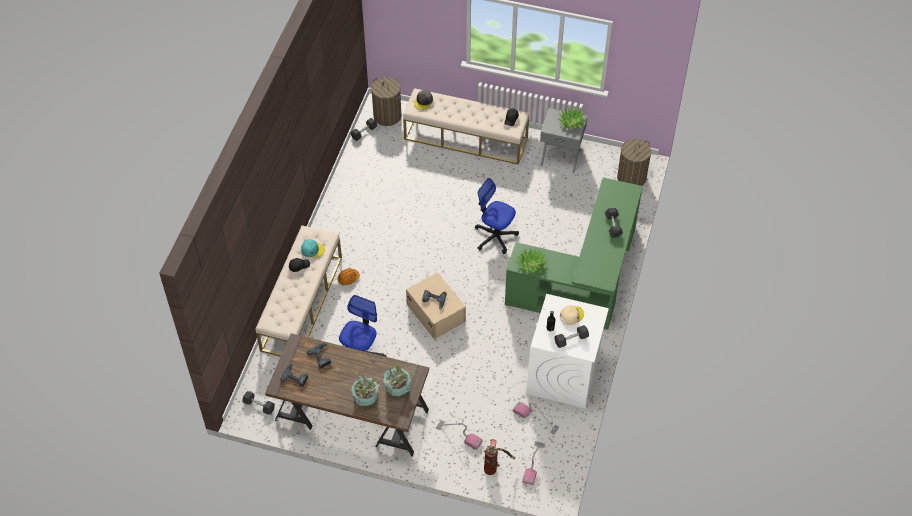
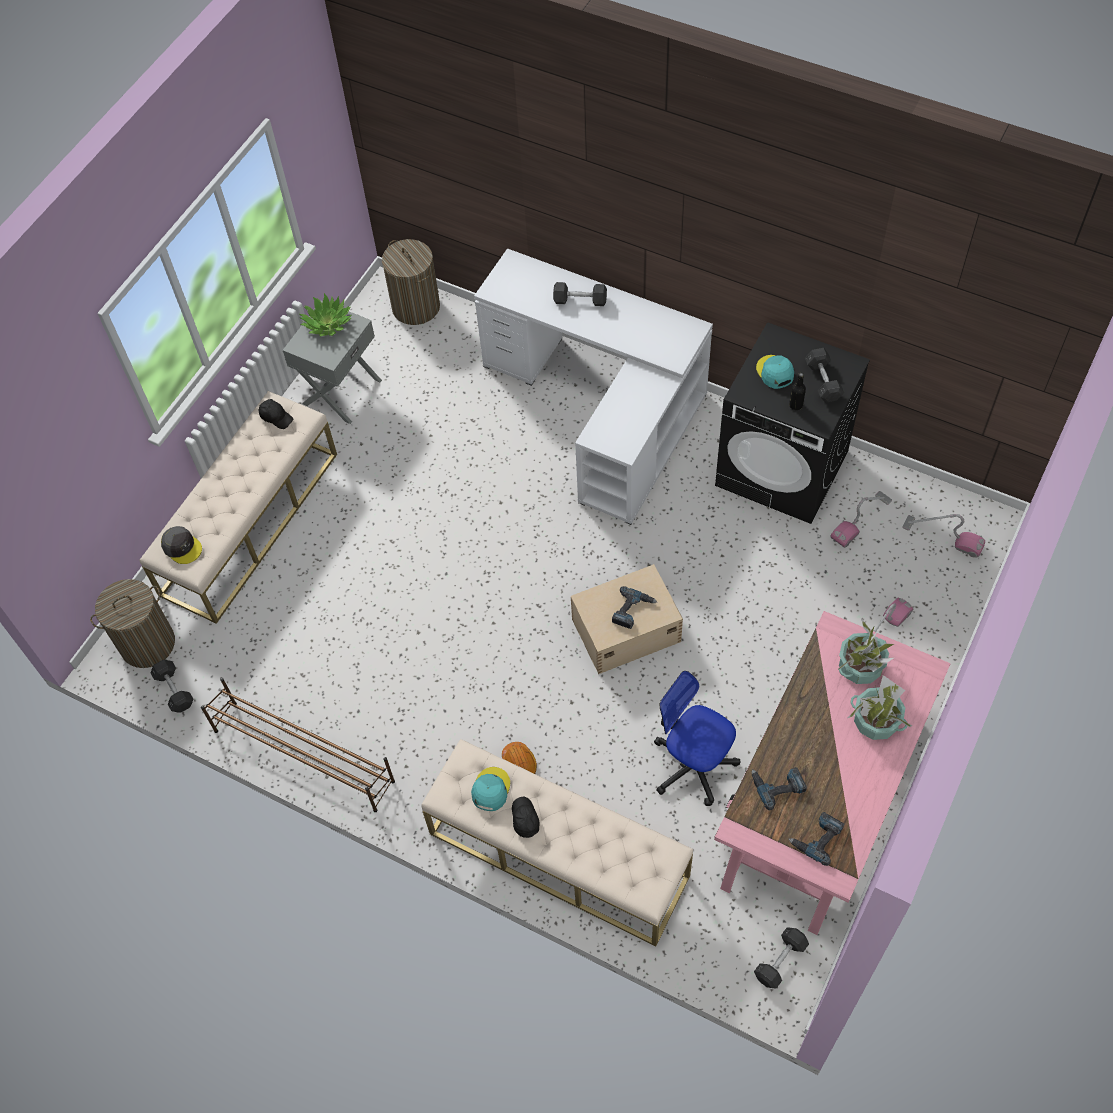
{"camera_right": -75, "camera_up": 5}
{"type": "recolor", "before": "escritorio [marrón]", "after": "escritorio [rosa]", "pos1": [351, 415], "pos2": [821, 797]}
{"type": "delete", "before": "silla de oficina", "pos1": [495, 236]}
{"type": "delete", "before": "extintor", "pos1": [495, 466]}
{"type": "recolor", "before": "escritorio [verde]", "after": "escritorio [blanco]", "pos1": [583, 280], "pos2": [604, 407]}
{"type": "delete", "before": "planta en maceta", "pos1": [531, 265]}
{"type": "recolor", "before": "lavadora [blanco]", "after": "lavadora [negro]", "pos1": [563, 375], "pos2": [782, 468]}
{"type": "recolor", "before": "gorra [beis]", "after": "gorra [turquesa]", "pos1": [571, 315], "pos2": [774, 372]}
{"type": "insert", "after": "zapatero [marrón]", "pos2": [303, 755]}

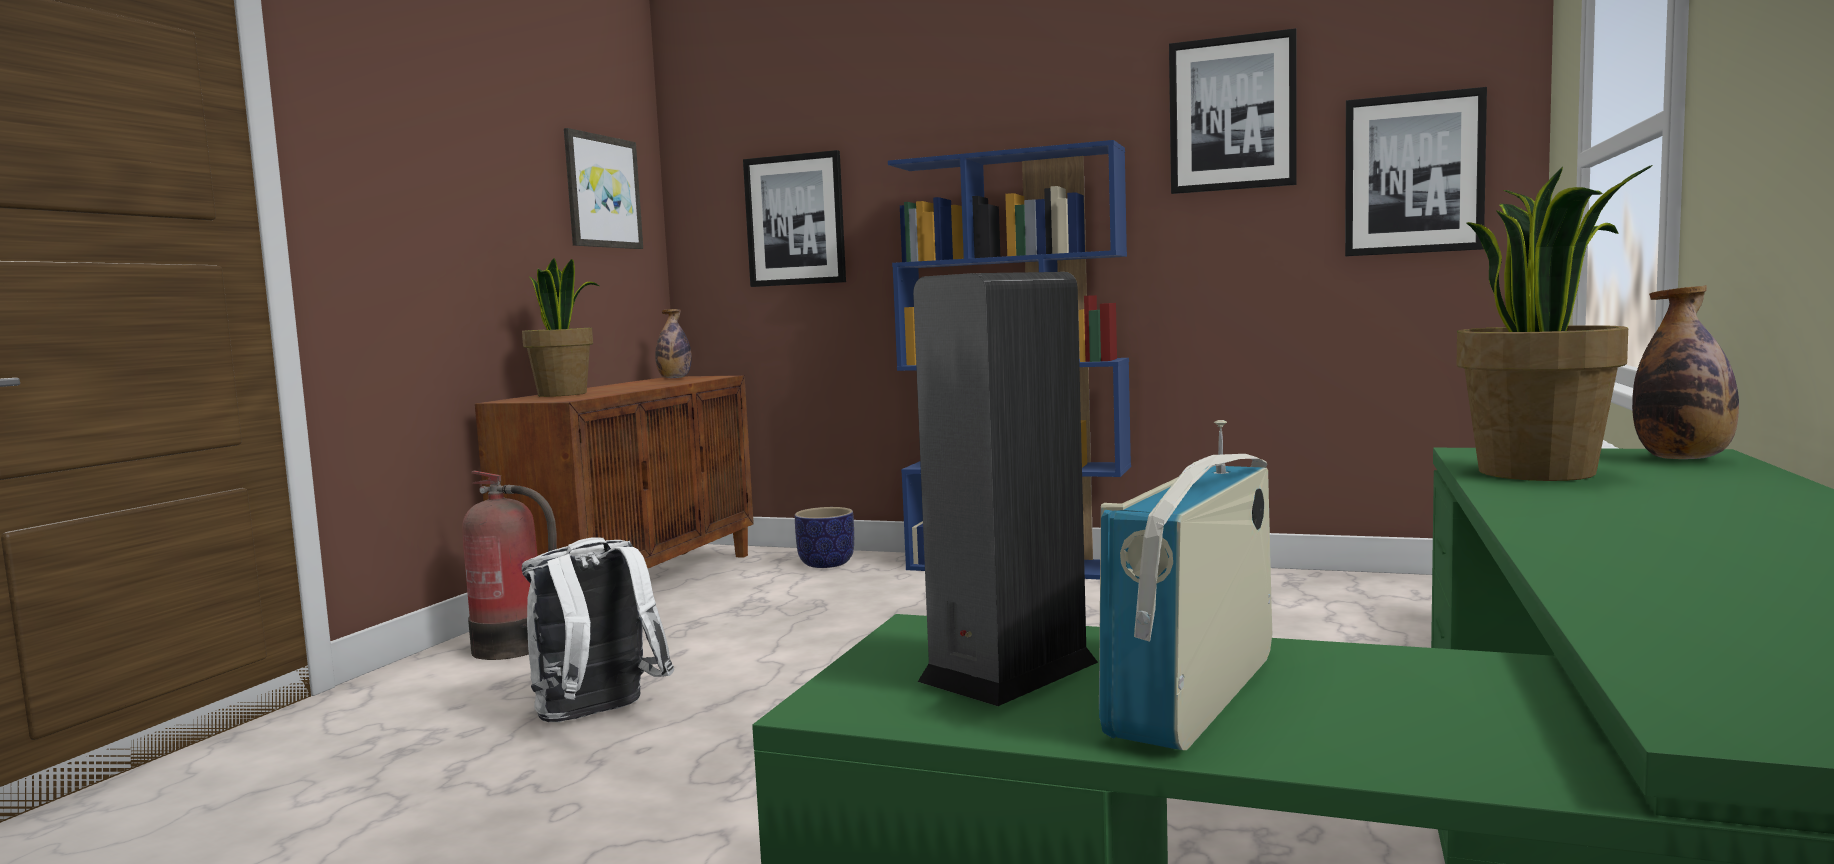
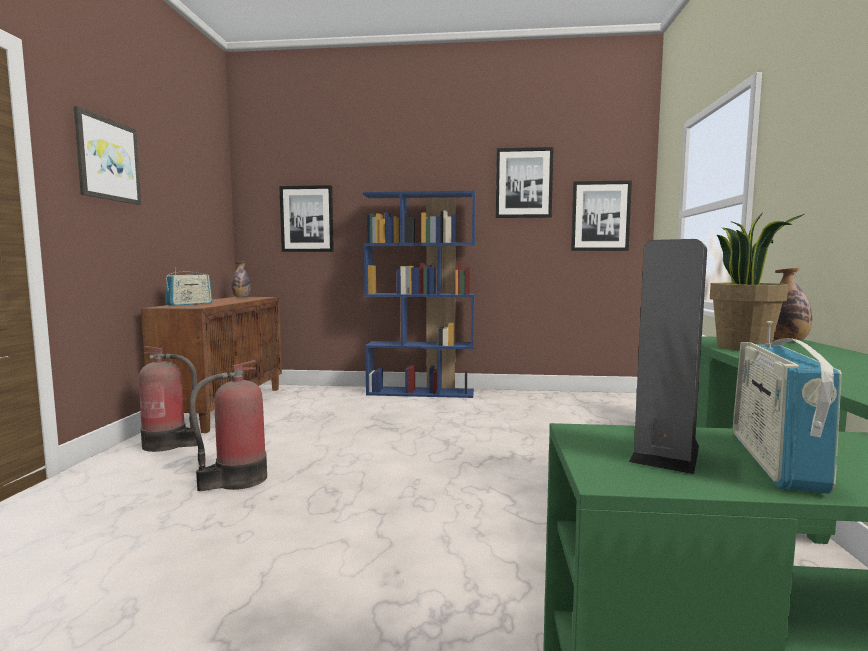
{"camera_right": -15, "camera_up": 0}
{"type": "replace", "before": "planta en maceta", "after": "radio", "pos1": [563, 394], "pos2": [190, 304]}
{"type": "replace", "before": "mochila [blanco]", "after": "extintor", "pos1": [597, 717], "pos2": [237, 480]}
{"type": "move", "before": "cuadro", "pos1": [602, 192], "pos2": [107, 160]}
{"type": "delete", "before": "maceta", "pos1": [826, 563]}

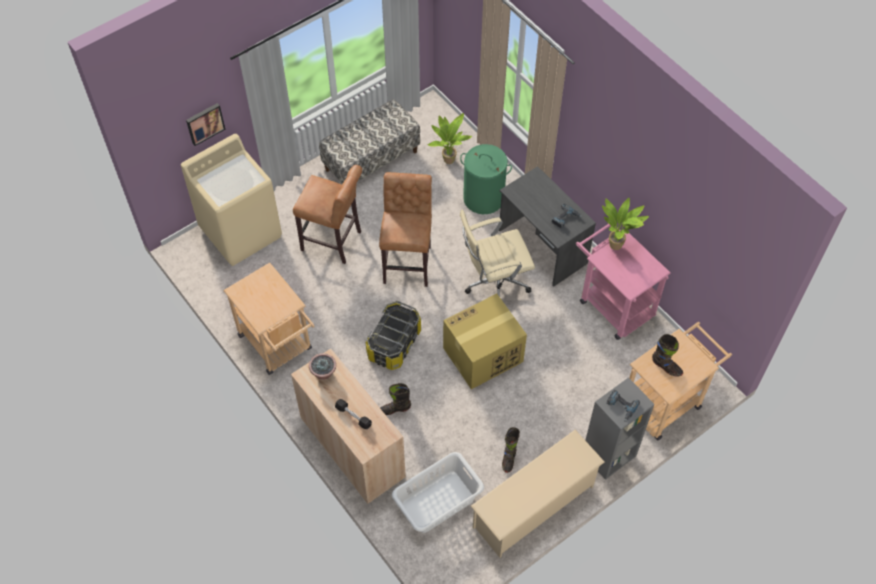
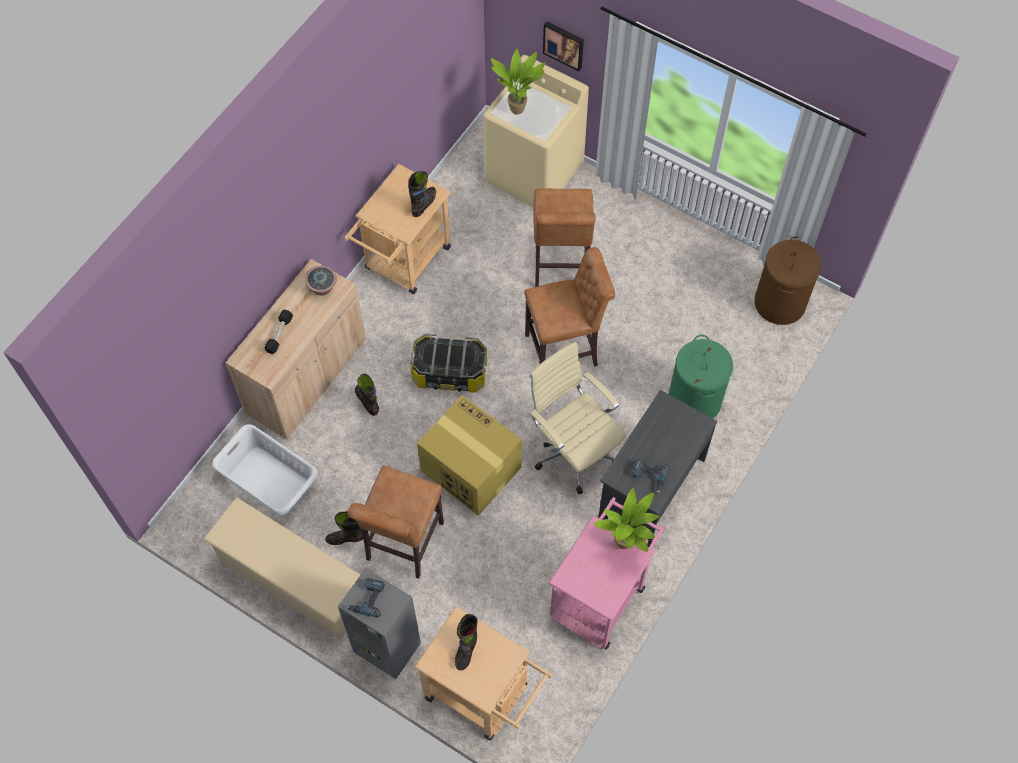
{"camera_right": 70, "camera_up": 5}
{"type": "delete", "before": "banco", "pos1": [371, 160]}
{"type": "move", "before": "planta en maceta", "pos1": [448, 159], "pos2": [518, 108]}
{"type": "insert", "after": "taburete [marrón]", "pos2": [402, 545]}
{"type": "insert", "after": "bota [negro]", "pos2": [424, 204]}
{"type": "insert", "after": "cesto de la ropa [marrón]", "pos2": [779, 302]}

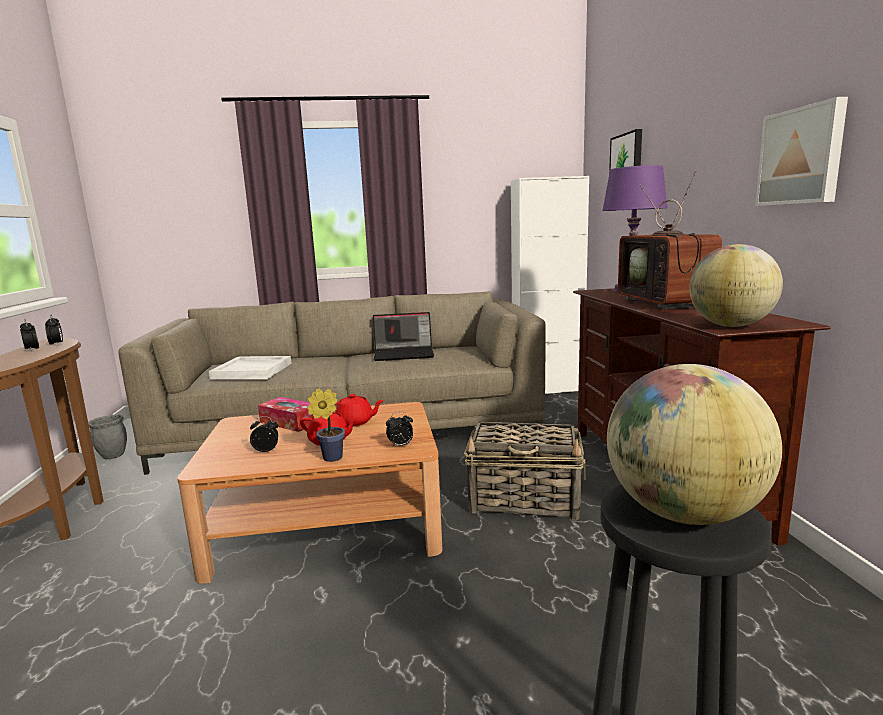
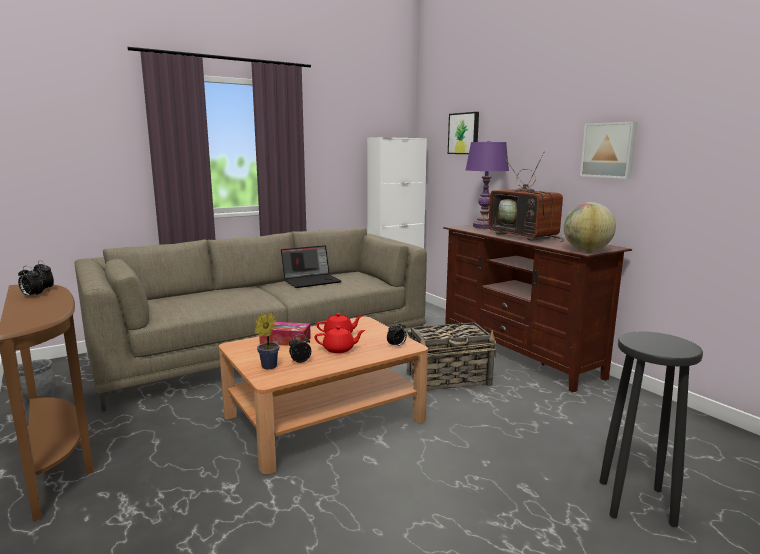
{"camera_right": -25, "camera_up": 0}
{"type": "delete", "before": "bandeja [blanco]", "pos1": [253, 370]}
{"type": "move", "before": "planta en maceta", "pos1": [330, 458], "pos2": [267, 367]}
{"type": "delete", "before": "globo terráqueo", "pos1": [683, 512]}

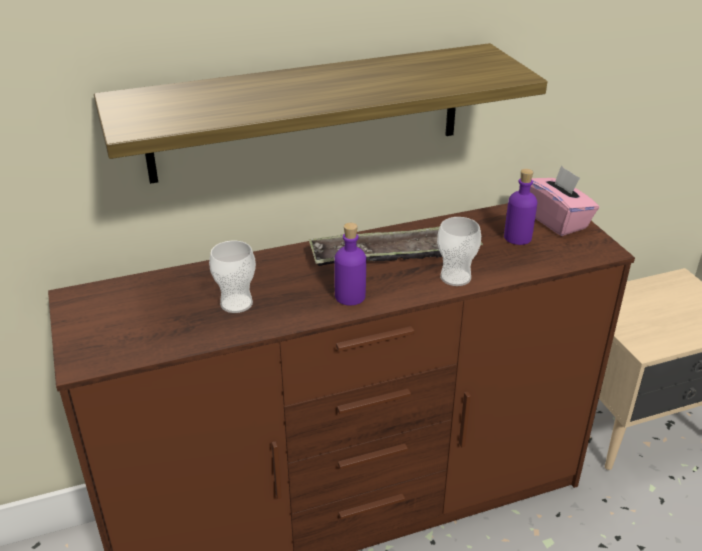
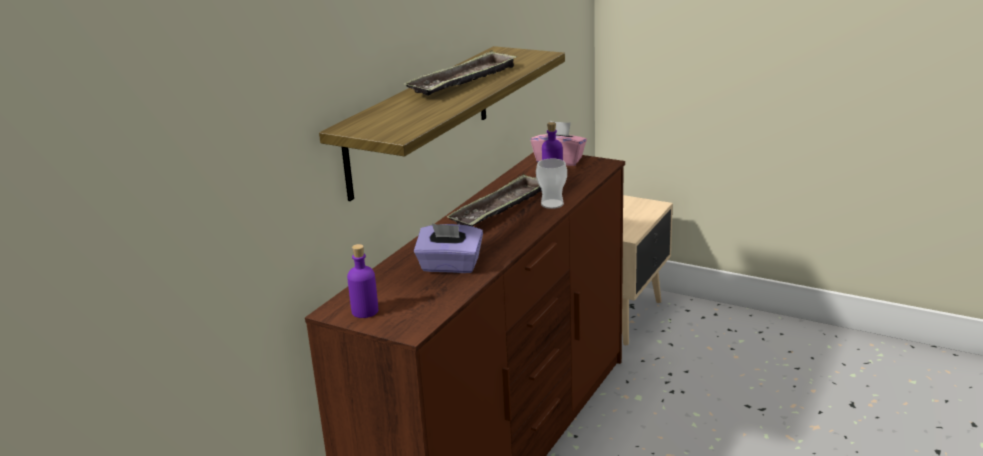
{"camera_right": -40, "camera_up": -10}
{"type": "replace", "before": "taza", "after": "caja de pañuelos [morado]", "pos1": [236, 303], "pos2": [450, 266]}
{"type": "move", "before": "botella [morado]", "pos1": [350, 296], "pos2": [365, 311]}
{"type": "insert", "after": "bandeja", "pos2": [463, 81]}

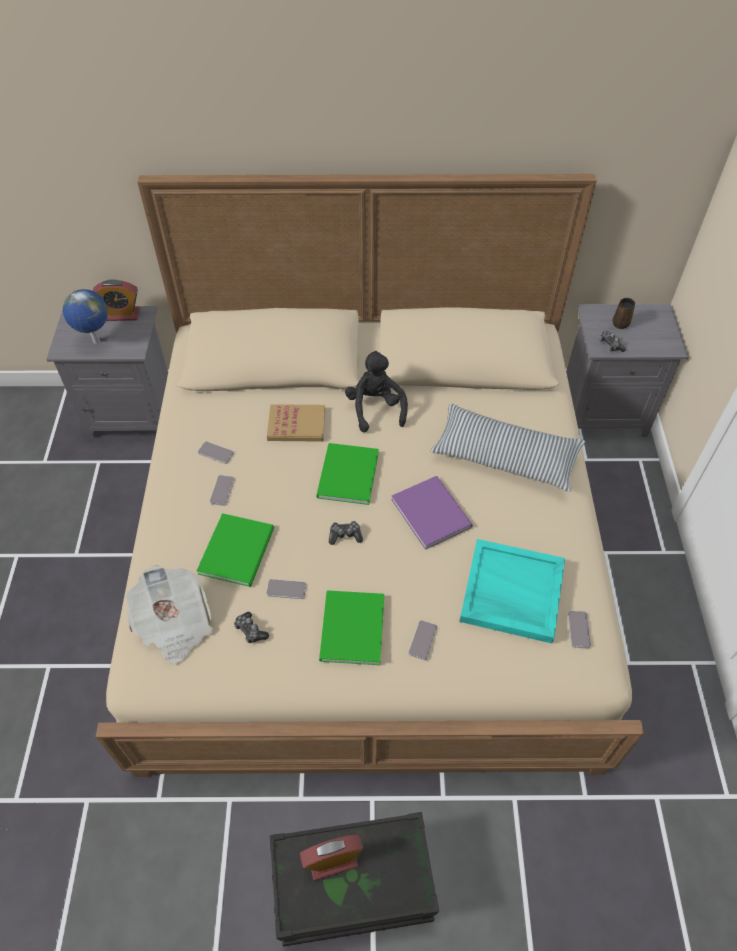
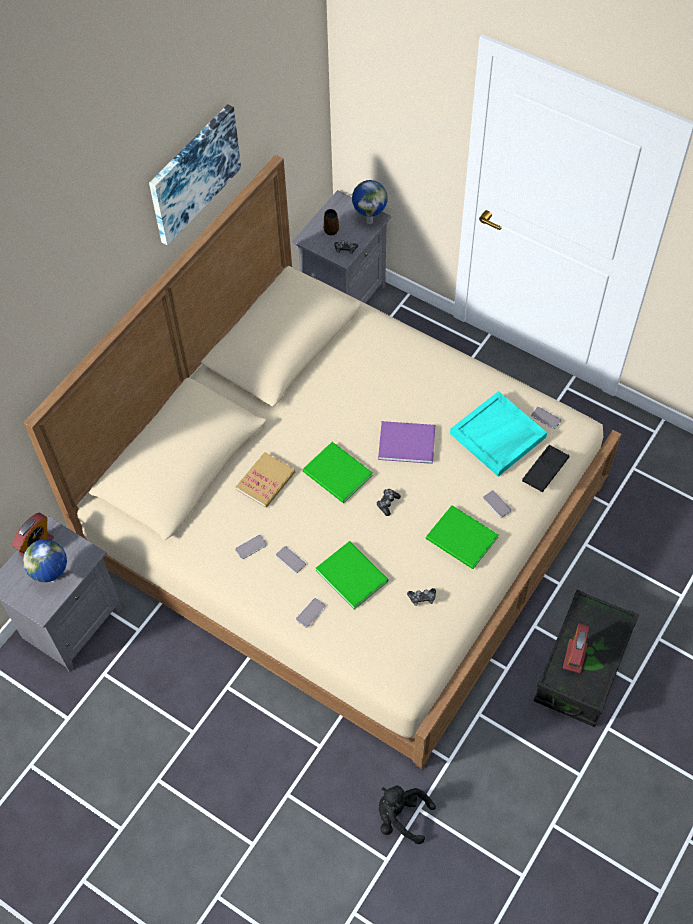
{"camera_right": -55, "camera_up": 5}
{"type": "delete", "before": "periódico", "pos1": [174, 624]}
{"type": "move", "before": "móvil", "pos1": [286, 589], "pos2": [310, 613]}
{"type": "move", "before": "peluche [negro]", "pos1": [375, 408], "pos2": [401, 816]}
{"type": "delete", "before": "cojín", "pos1": [505, 456]}
{"type": "insert", "after": "cuadro", "pos2": [193, 173]}
{"type": "insert", "after": "globo terráqueo", "pos2": [369, 221]}
{"type": "insert", "after": "bandeja [negro]", "pos2": [545, 470]}

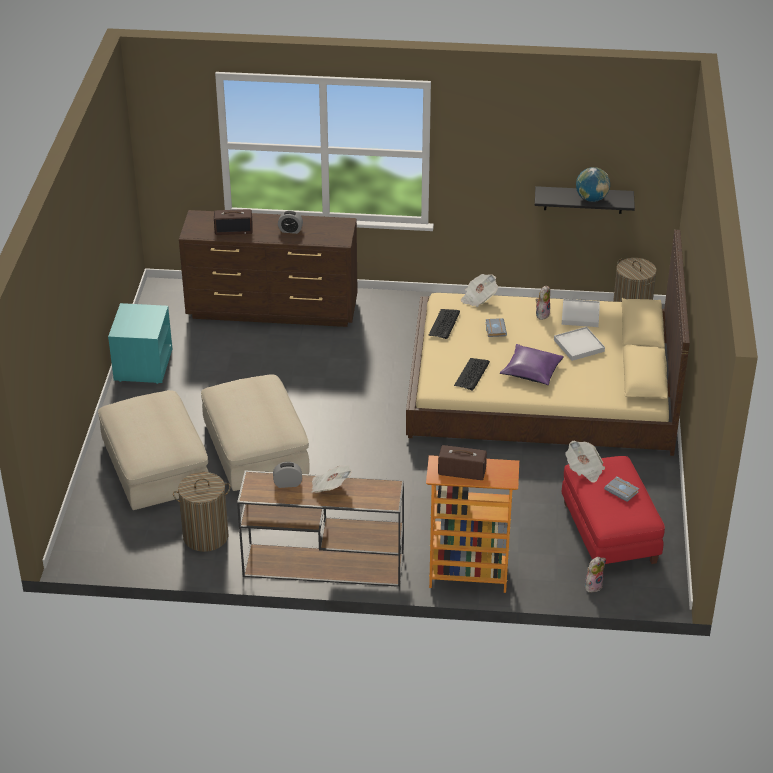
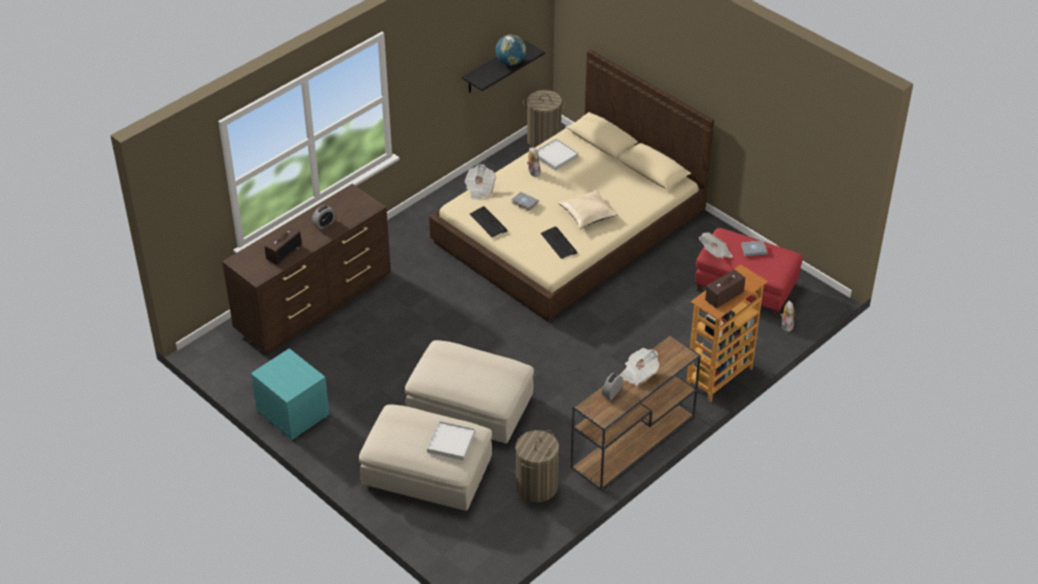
{"camera_right": -50, "camera_up": 5}
{"type": "recolor", "before": "cojín [morado]", "after": "cojín [beis]", "pos1": [531, 371], "pos2": [588, 214]}
{"type": "move", "before": "bandeja [blanco]", "pos1": [579, 346], "pos2": [451, 442]}

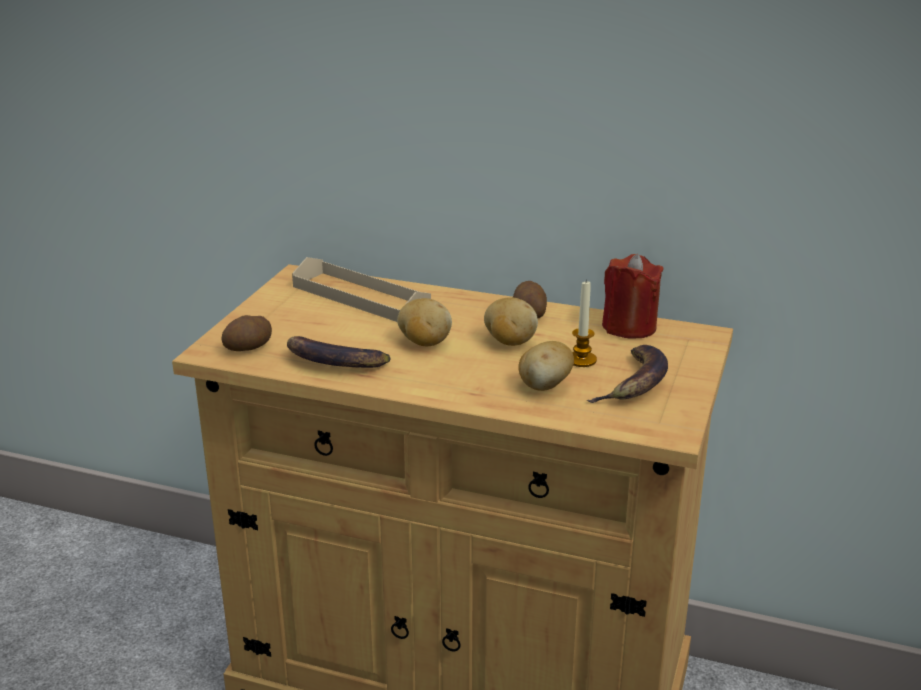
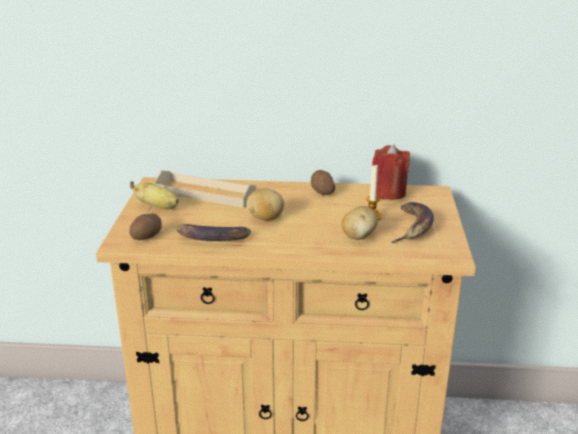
{"camera_right": -15, "camera_up": 0}
{"type": "delete", "before": "patata", "pos1": [509, 342]}
{"type": "insert", "after": "plátano", "pos2": [158, 207]}

